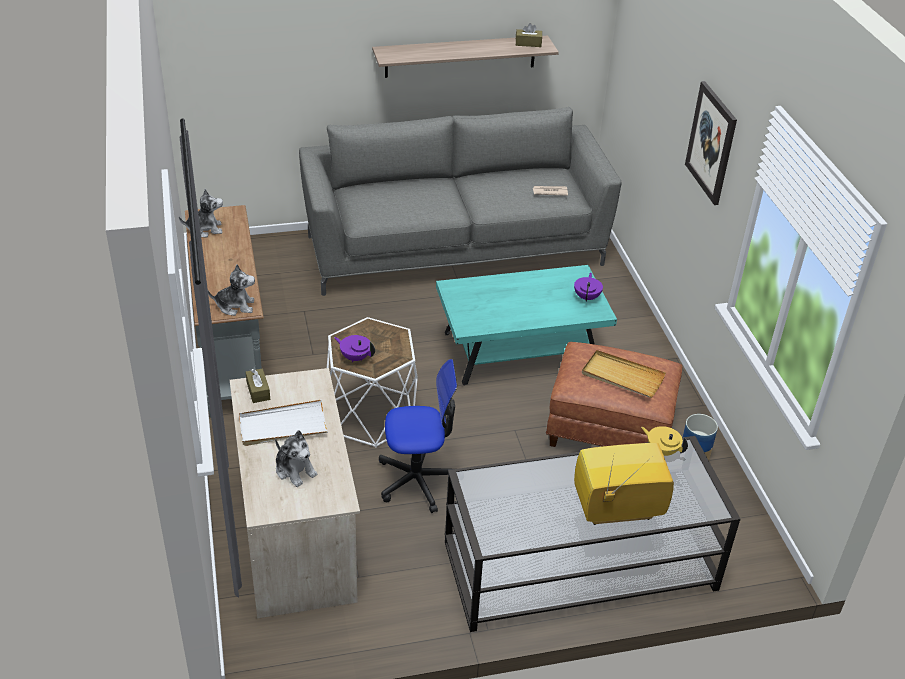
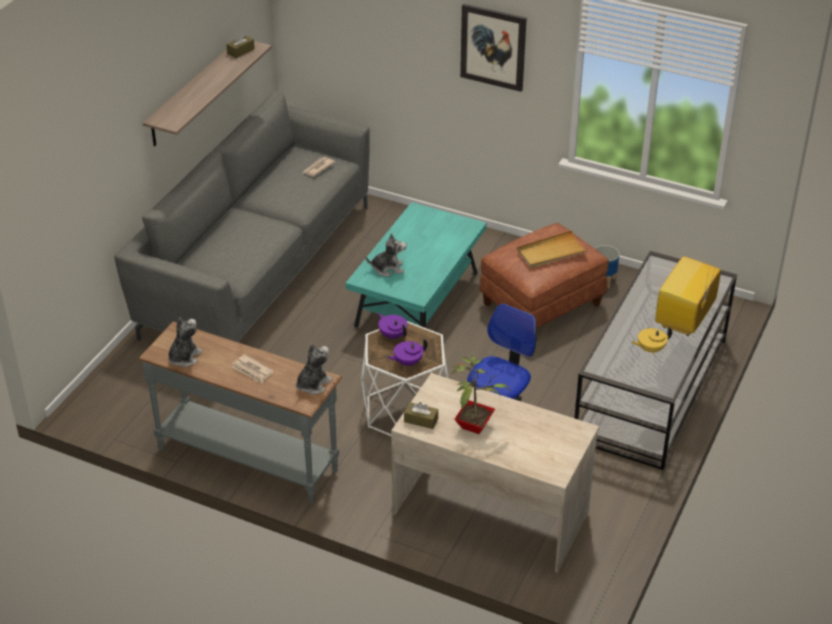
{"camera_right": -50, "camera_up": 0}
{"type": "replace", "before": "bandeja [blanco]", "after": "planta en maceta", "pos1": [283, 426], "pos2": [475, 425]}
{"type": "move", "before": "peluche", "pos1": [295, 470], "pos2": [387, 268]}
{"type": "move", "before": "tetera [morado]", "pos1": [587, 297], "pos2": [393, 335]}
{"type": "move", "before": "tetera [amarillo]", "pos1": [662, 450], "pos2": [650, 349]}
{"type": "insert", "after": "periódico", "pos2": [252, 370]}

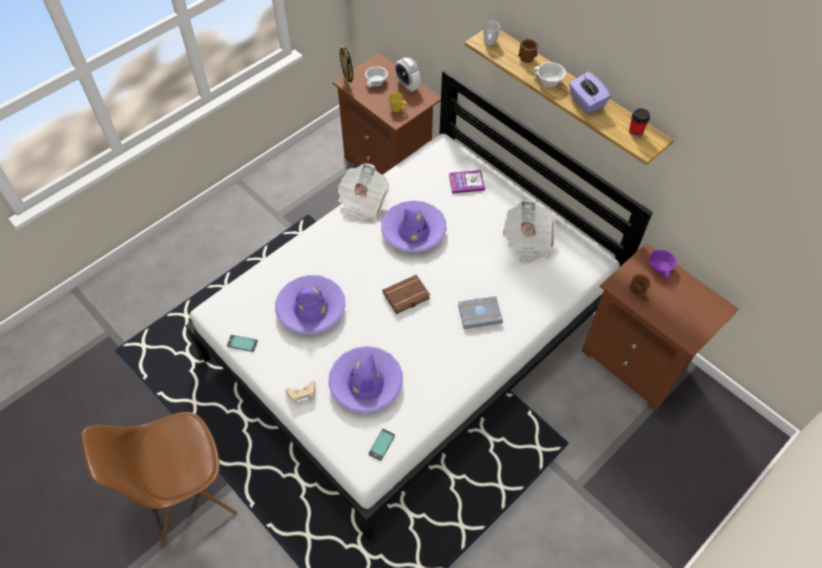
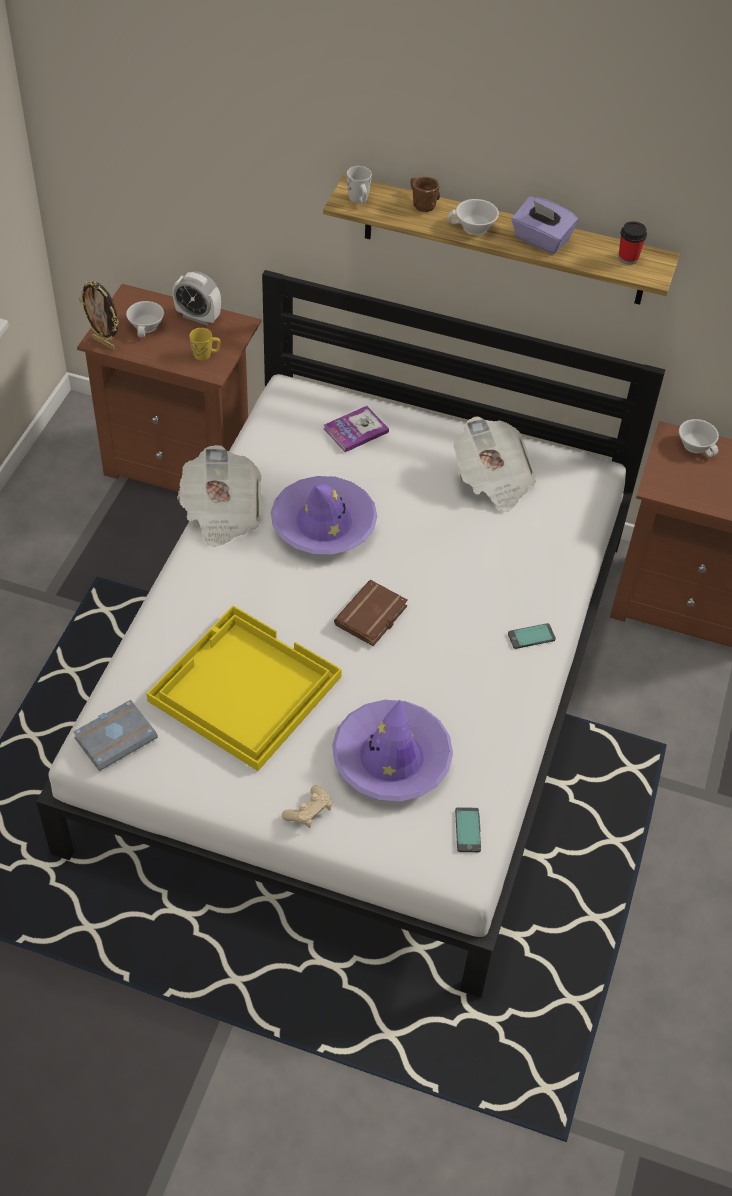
{"camera_right": -30, "camera_up": -5}
{"type": "delete", "before": "silla [marrón]", "pos1": [186, 496]}
{"type": "move", "before": "móvil", "pos1": [242, 343], "pos2": [531, 637]}
{"type": "replace", "before": "sombrero [morado]", "after": "bandeja [amarillo]", "pos1": [311, 309], "pos2": [243, 689]}
{"type": "move", "before": "libro [gris]", "pos1": [480, 313], "pos2": [116, 737]}
{"type": "delete", "before": "taza grande [marrón]", "pos1": [640, 294]}
{"type": "recolor", "before": "taza [morado]", "after": "taza [blanco]", "pos1": [661, 267], "pos2": [697, 445]}

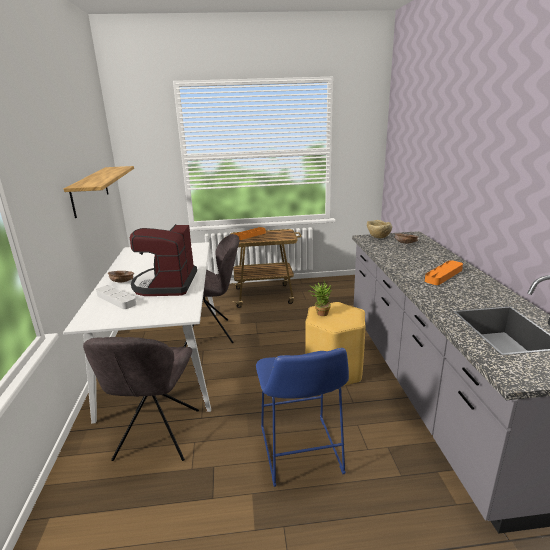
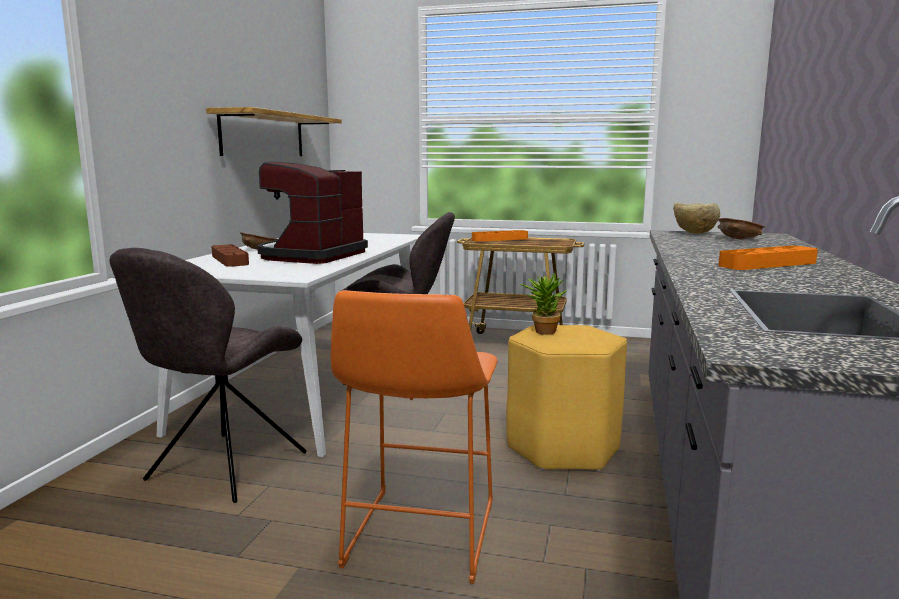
{"camera_right": 20, "camera_up": -10}
{"type": "recolor", "before": "bandeja [gris]", "after": "bandeja [marrón]", "pos1": [116, 299], "pos2": [229, 260]}
{"type": "recolor", "before": "taburete [azul]", "after": "taburete [naranja]", "pos1": [300, 454], "pos2": [418, 539]}

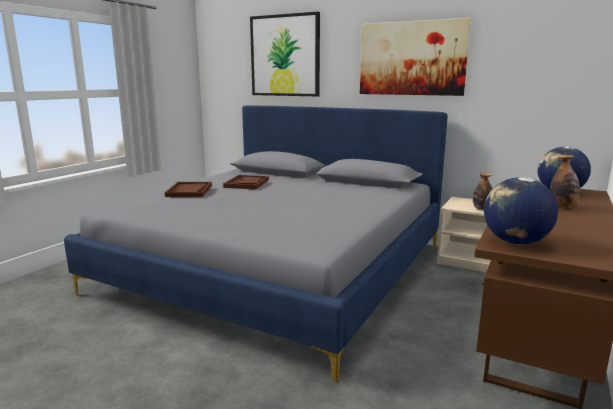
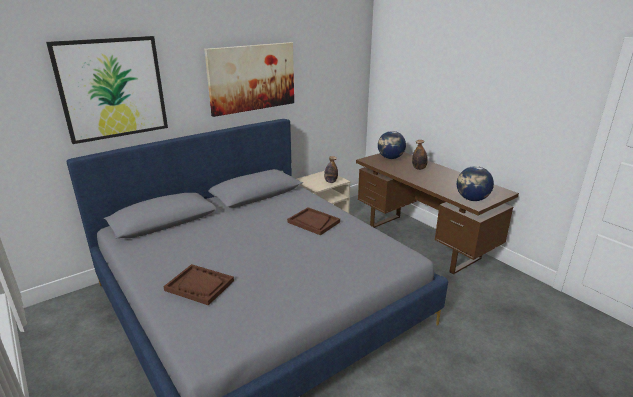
{"camera_right": -65, "camera_up": 10}
{"type": "move", "before": "bandeja [marrón]", "pos1": [246, 183], "pos2": [313, 222]}

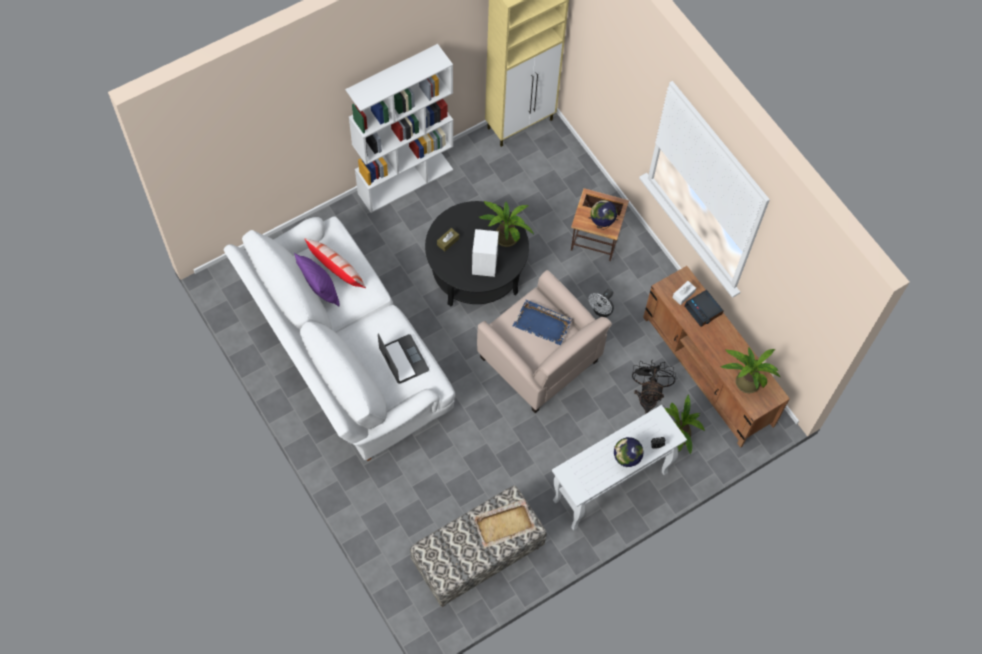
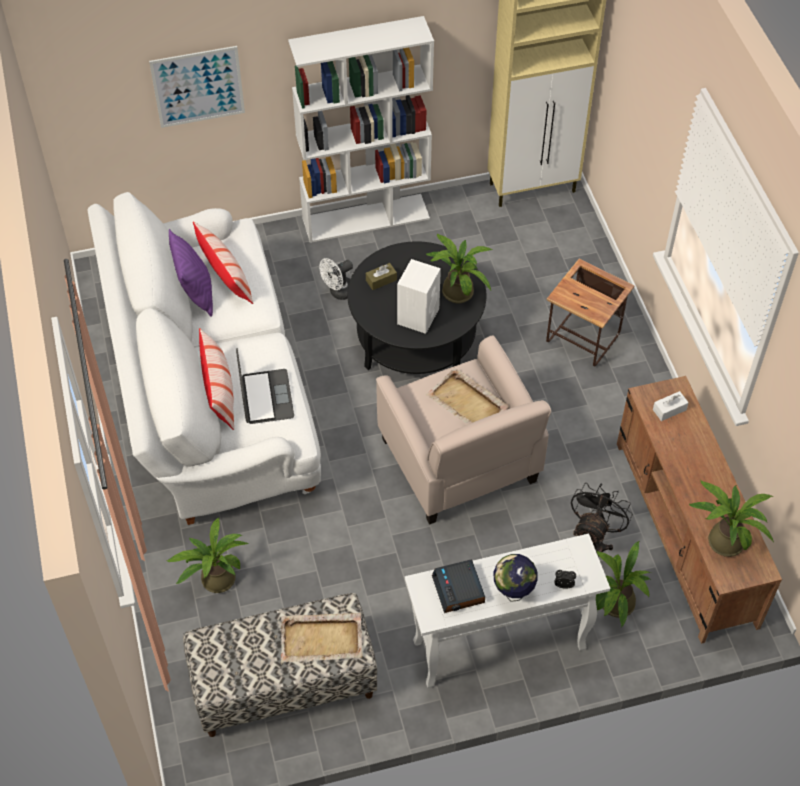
{"camera_right": 20, "camera_up": -10}
{"type": "recolor", "before": "bandeja [azul]", "after": "bandeja [beis]", "pos1": [543, 324], "pos2": [467, 403]}
{"type": "move", "before": "ventilador [blanco]", "pos1": [601, 311], "pos2": [339, 292]}
{"type": "delete", "before": "globo terráqueo", "pos1": [601, 224]}
{"type": "move", "before": "despertador", "pos1": [703, 310], "pos2": [459, 590]}
{"type": "insert", "after": "cuadro", "pos2": [198, 86]}
{"type": "insert", "after": "planta en maceta", "pos2": [214, 579]}
{"type": "insert", "after": "cojín", "pos2": [219, 391]}

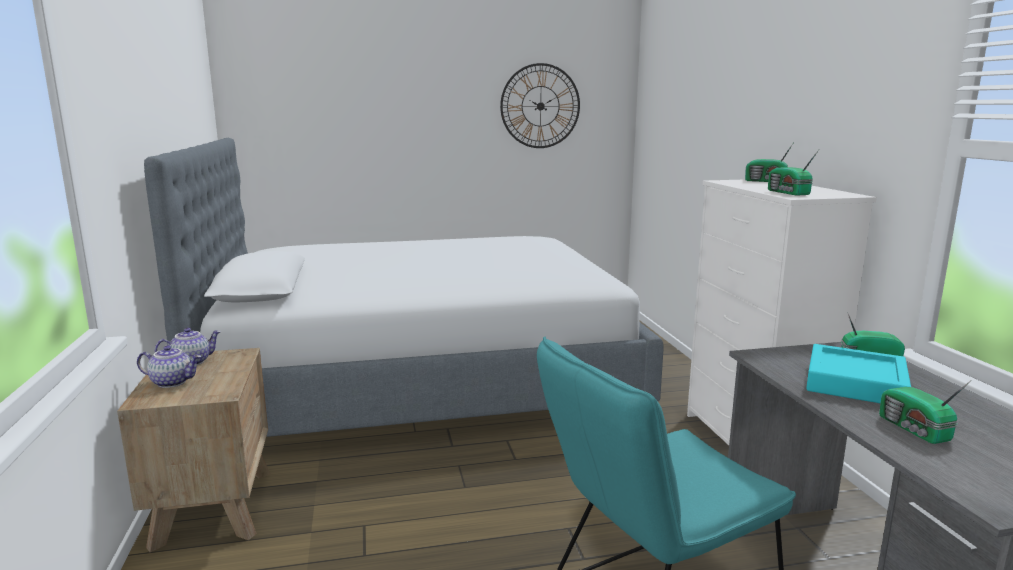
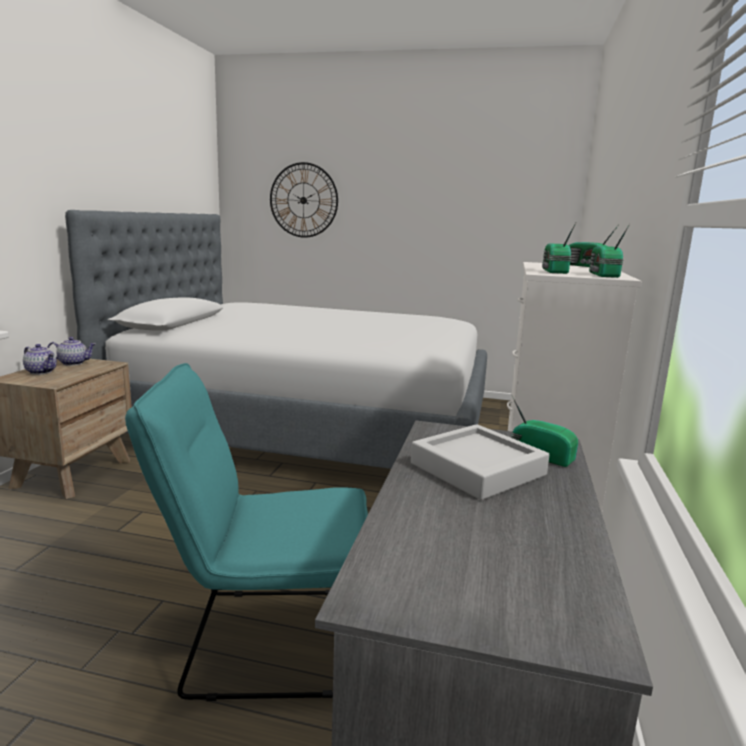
{"camera_right": 25, "camera_up": 0}
{"type": "move", "before": "reloj de pared", "pos1": [540, 106], "pos2": [303, 200]}
{"type": "recolor", "before": "bandeja [turquesa]", "after": "bandeja [gris]", "pos1": [855, 383], "pos2": [477, 469]}
{"type": "move", "before": "radio", "pos1": [914, 430], "pos2": [602, 275]}

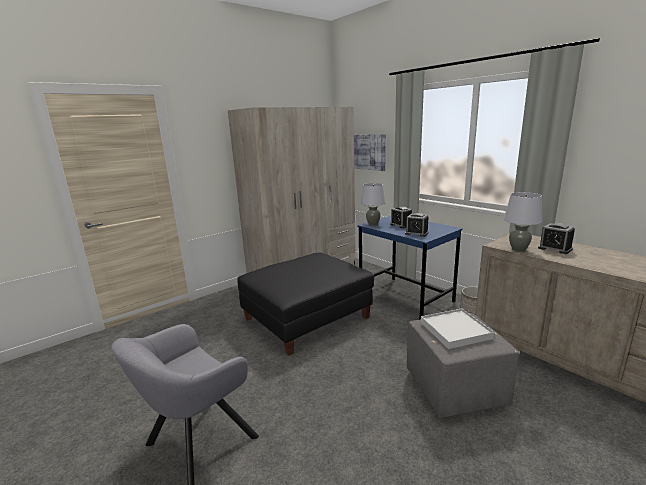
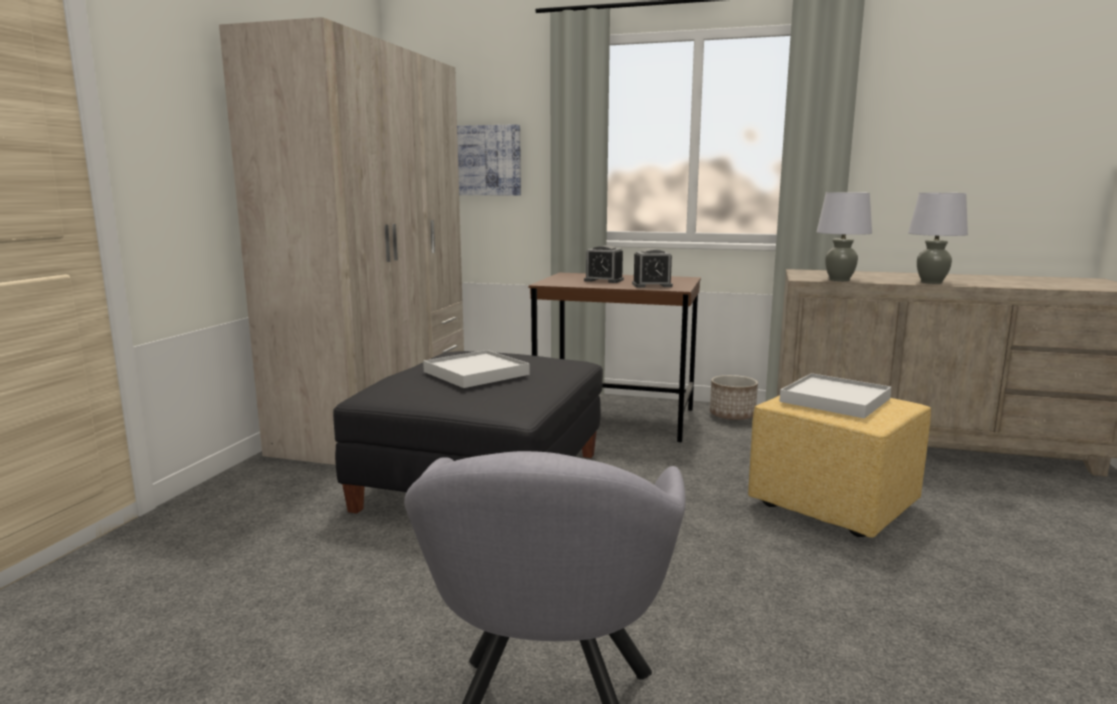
{"camera_right": -35, "camera_up": -5}
{"type": "recolor", "before": "escritorio [azul]", "after": "escritorio [marrón]", "pos1": [406, 298], "pos2": [616, 419]}
{"type": "move", "before": "lámpara de mesa [gris]", "pos1": [373, 224], "pos2": [931, 282]}
{"type": "recolor", "before": "puf [gris]", "after": "puf [amarillo]", "pos1": [456, 389], "pos2": [835, 505]}
{"type": "delete", "before": "despertador", "pos1": [555, 249]}
{"type": "insert", "after": "bandeja [blanco]", "pos2": [476, 373]}

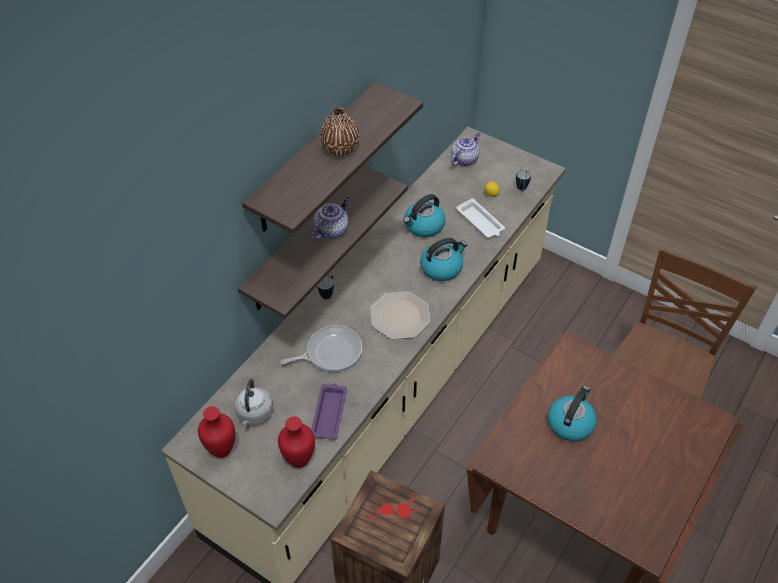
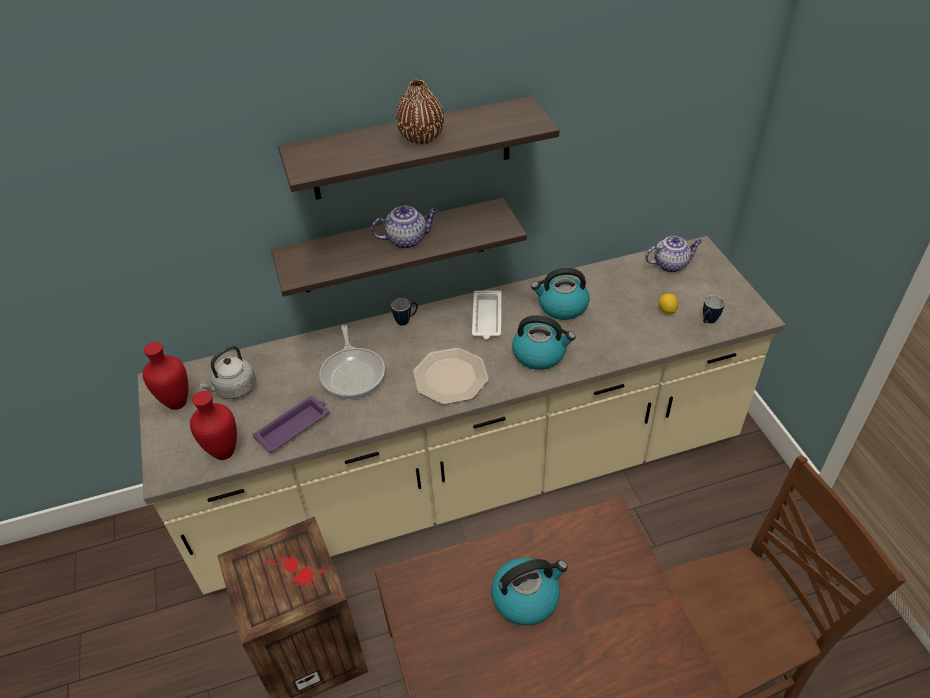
{"camera_right": 40, "camera_up": -5}
{"type": "rotate", "before": "sartén", "pos1": [330, 352], "pos2": [353, 373], "turn": 60}
{"type": "move", "before": "bandeja [blanco]", "pos1": [480, 222], "pos2": [487, 318]}

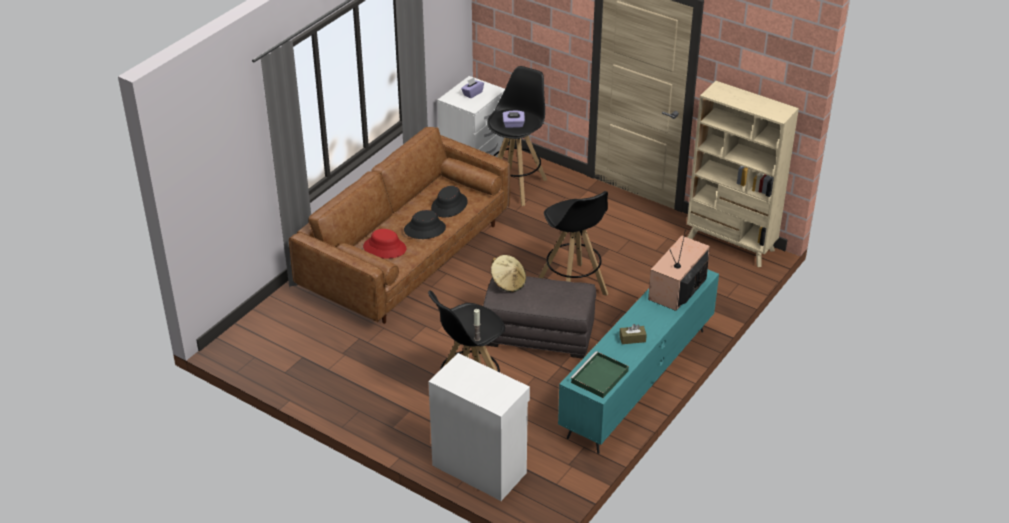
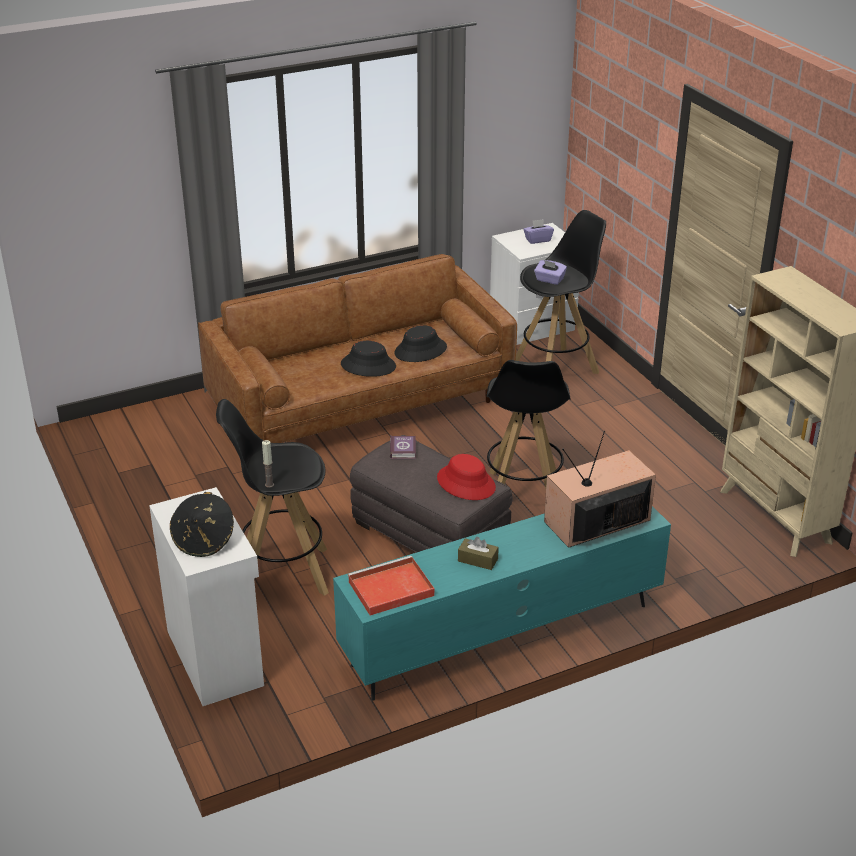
{"camera_right": 30, "camera_up": -5}
{"type": "move", "before": "sombrero [rojo]", "pos1": [384, 248], "pos2": [466, 483]}
{"type": "replace", "before": "sombrero [beis]", "after": "libro", "pos1": [508, 283], "pos2": [403, 450]}
{"type": "recolor", "before": "bandeja [verde]", "after": "bandeja [rojo]", "pos1": [599, 377], "pos2": [389, 589]}
{"type": "insert", "after": "sombrero [negro]", "pos2": [204, 540]}

